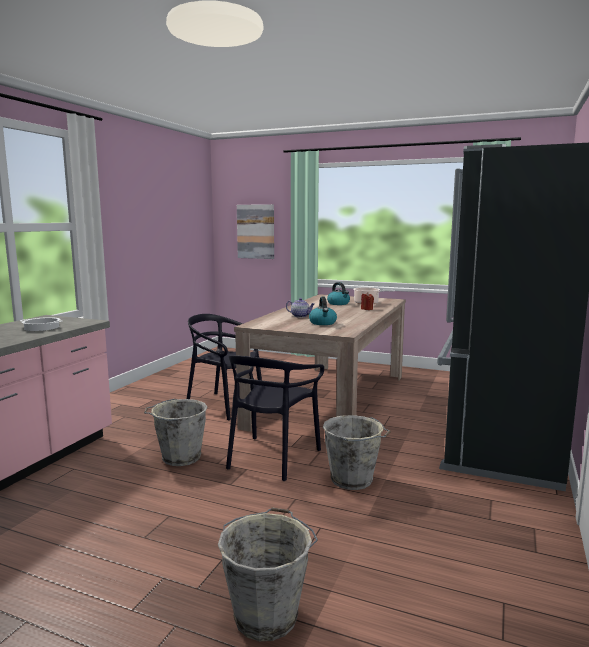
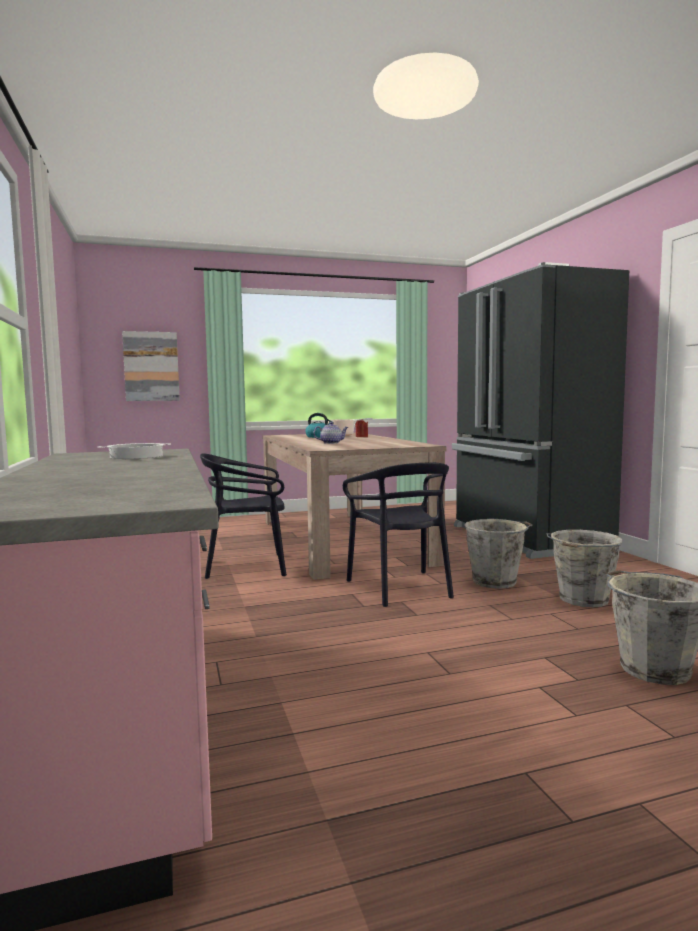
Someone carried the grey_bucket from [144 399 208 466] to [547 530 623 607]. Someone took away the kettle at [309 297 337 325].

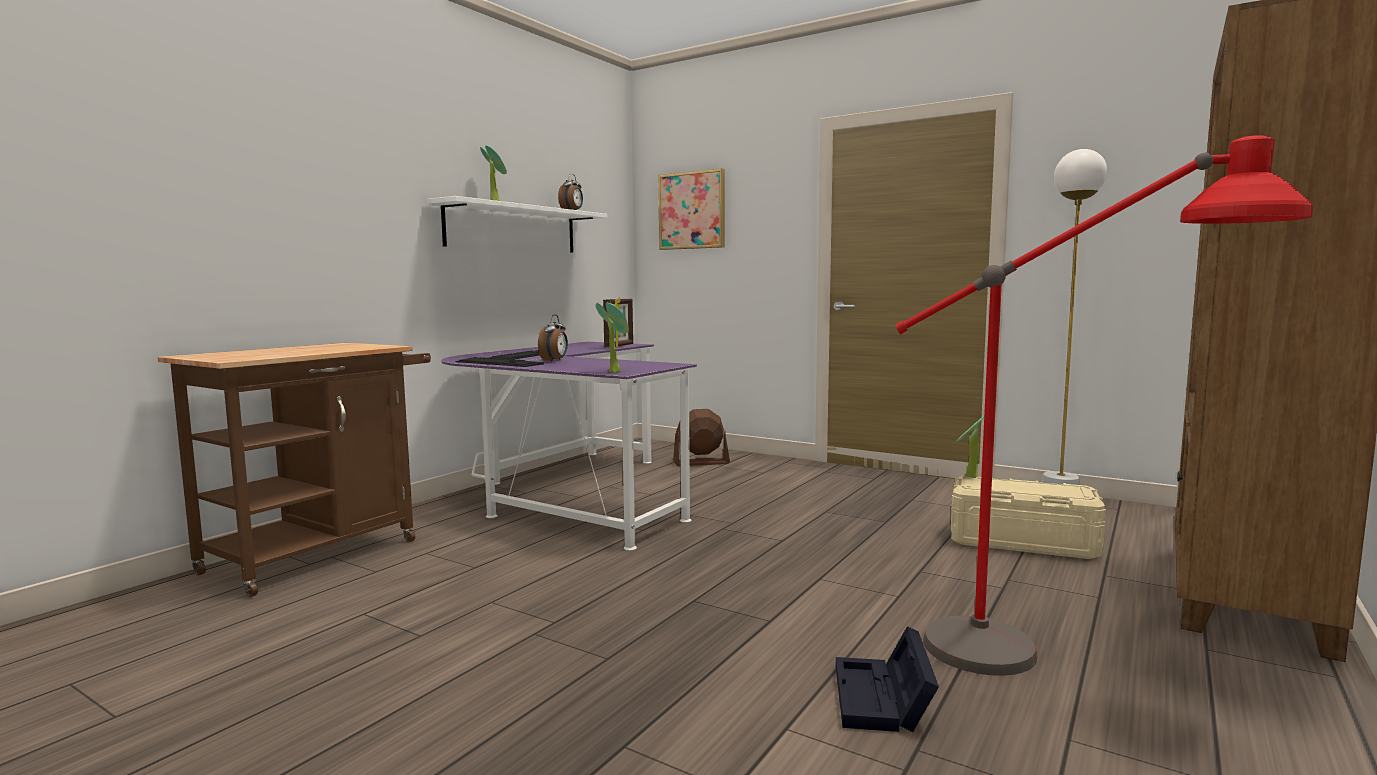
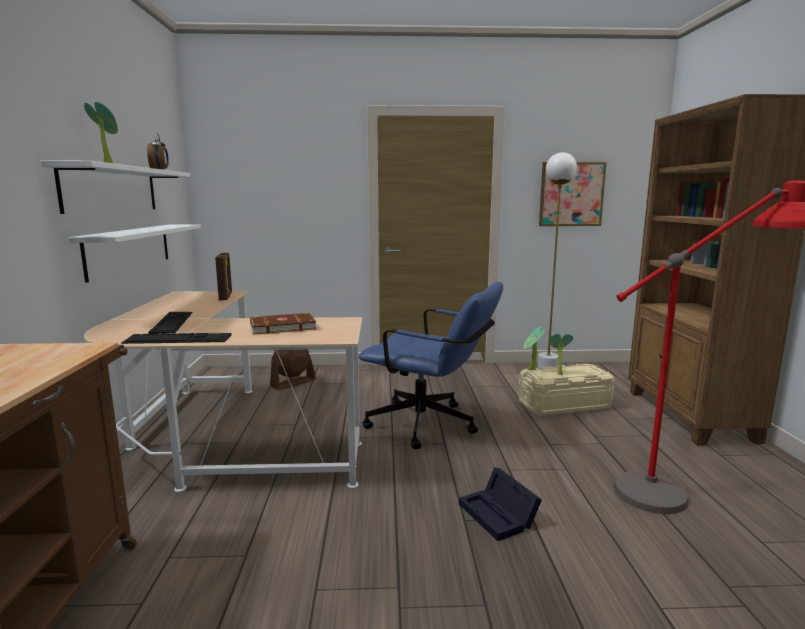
Someone put up the white_shelf at [68 224 201 283]. Someone repainted the purple_desk at [441 342 697 551], which became the beige_desk at [84 291 362 492]. Someone put down the brown_book at [250 313 316 335]. Someone put down the blue_office_chair at [359 282 503 449]. Someone carried the black_storage_box from [836 626 939 732] to [459 467 542 541]. Someone carried the picture from [658 168 725 250] to [539 162 607 226]. Someone carried the potted_plant from [596 303 629 373] to [549 334 573 375]. Someone took away the alarm_clock at [538 314 568 362].

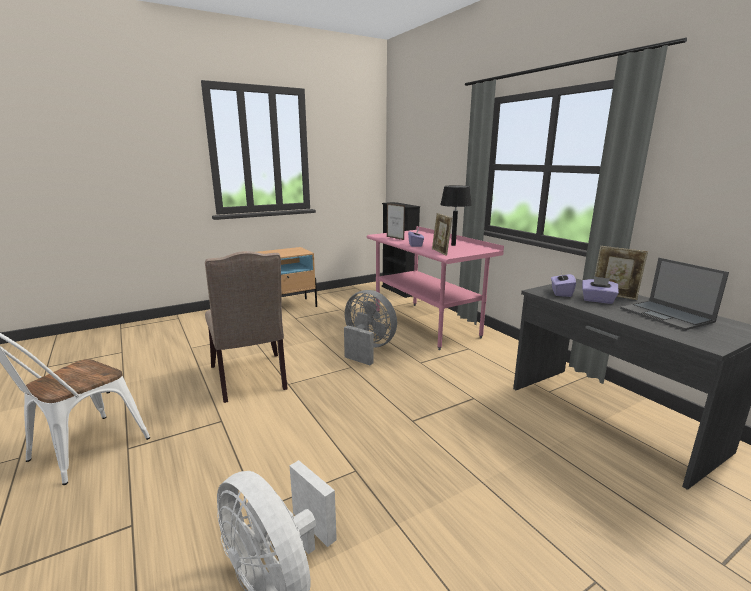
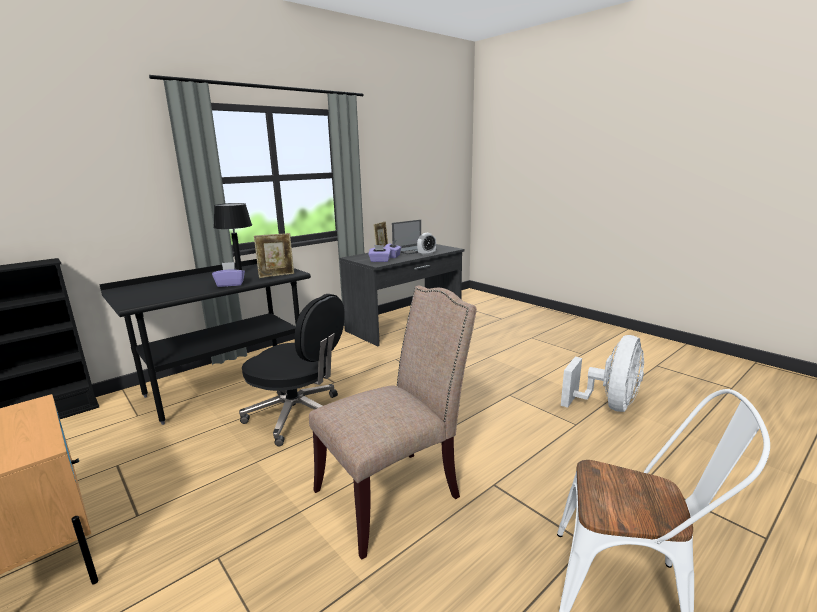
Someone repainted the pink_desk at [367 226 504 350], which became the black_desk at [99 259 311 425]. Someone swapped the grey_fan at [344 290 397 365] for the black_office_chair at [239 294 344 446]. Someone put down the alarm_clock at [417 233 436 255]. Someone took away the picture_frame at [387 203 405 240].

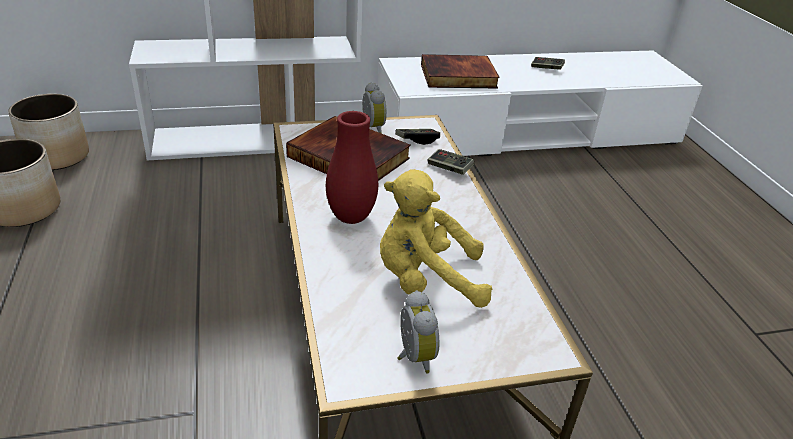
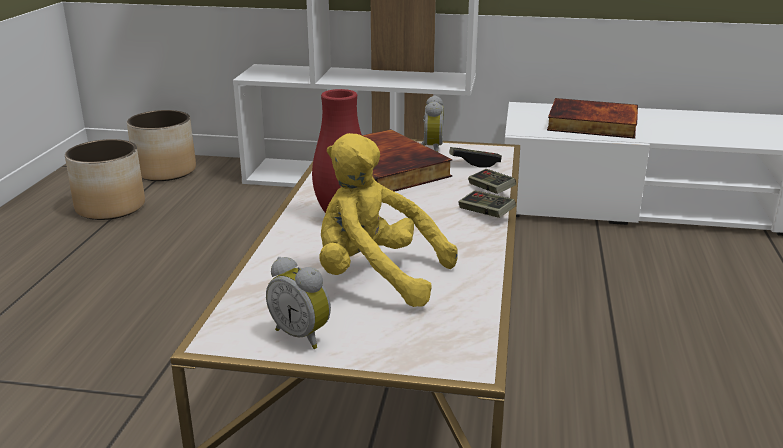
Someone rotated the alarm_clock at [397 290 440 374] by 120 degrees clockwise. Someone carried the game_controller from [531 57 565 70] to [458 190 516 218].

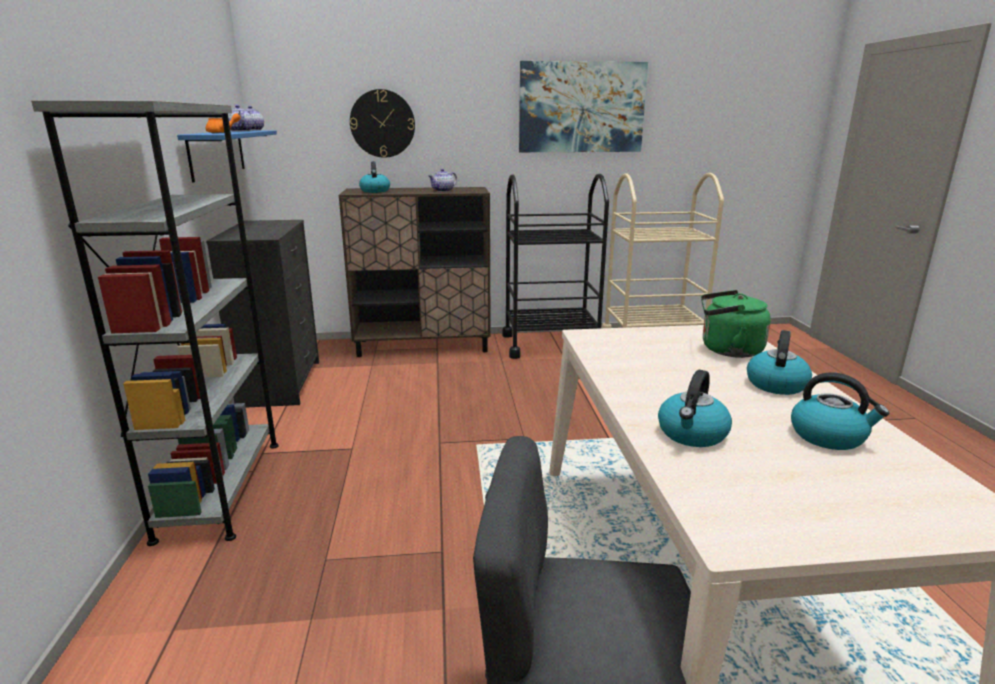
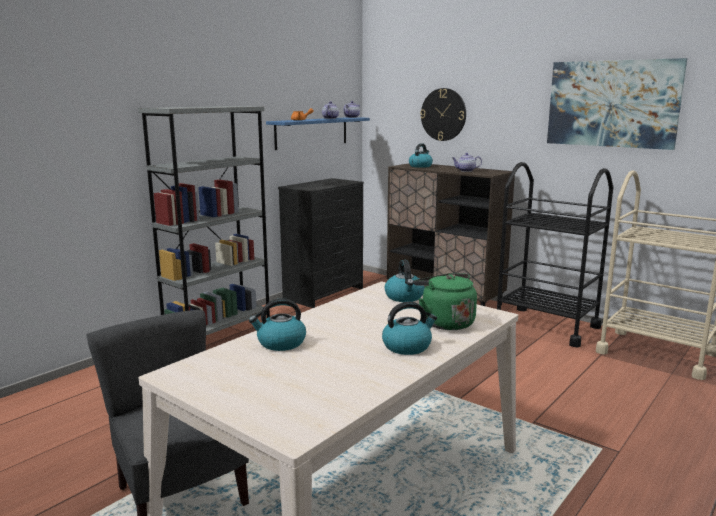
Someone carried the kettle from [791 372 889 450] to [385 260 425 302].

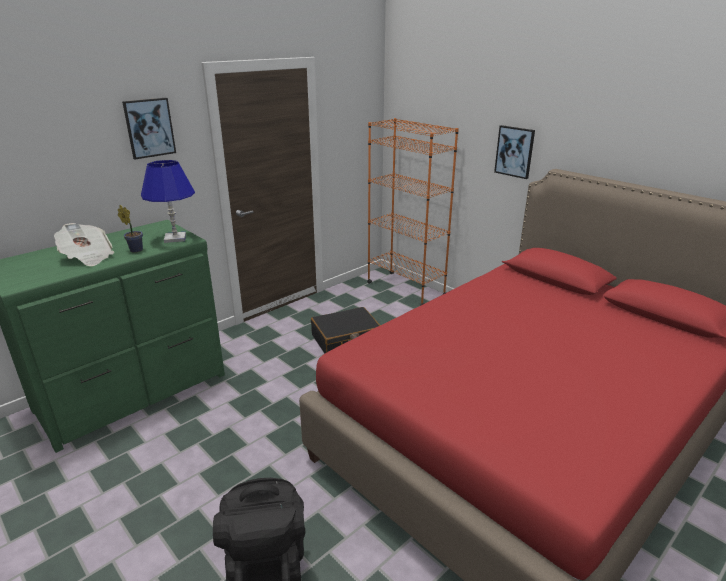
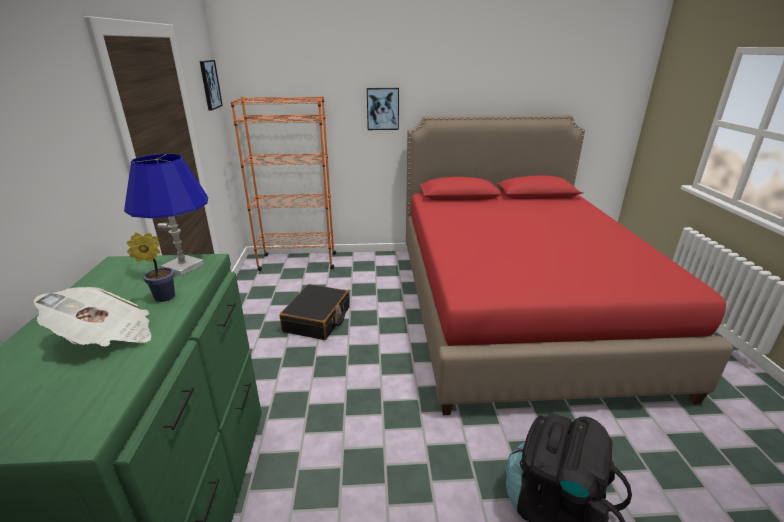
Someone carried the picture from [122 98 176 159] to [200 60 223 111].

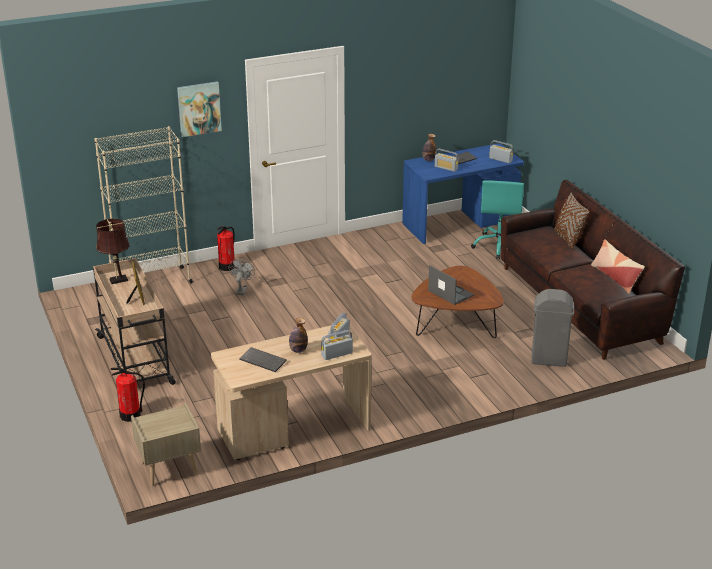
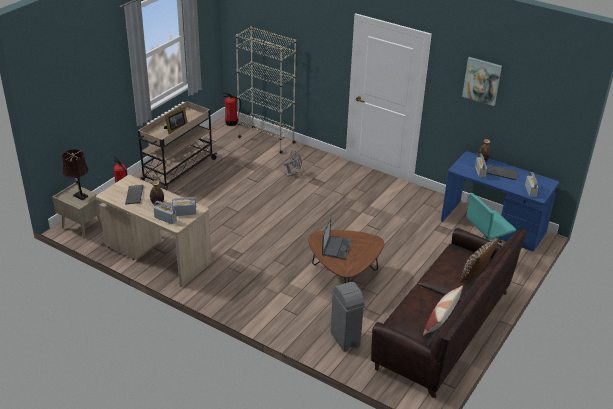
Someone carried the brown_table_lamp from [96 218 129 284] to [62 150 89 200]. Someone carried the fire_extinguisher from [217 226 235 271] to [223 93 241 126]. Someone carried the picture from [177 81 222 137] to [462 57 502 106].

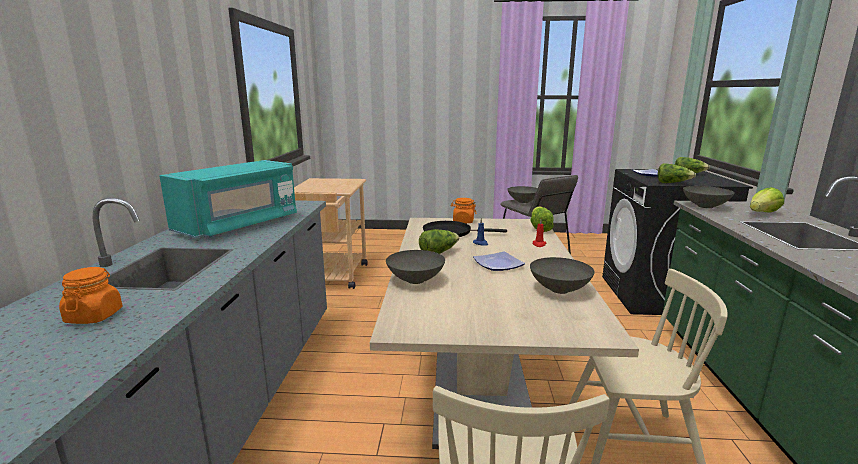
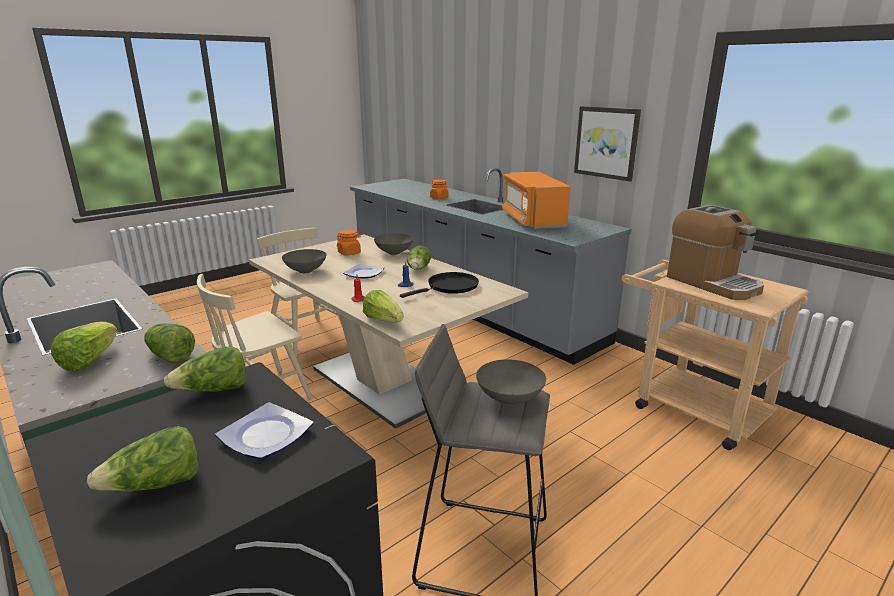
Someone swapped the grey_bowl at [683 186 735 208] for the lettuce at [144 323 195 363]. Someone carried the orange_jar from [451 198 476 223] to [337 230 361 256]. Someone repainted the turquoise_microwave at [159 160 297 238], which became the orange_microwave at [502 172 571 230]. Someone put up the picture at [574 106 641 182]. Someone put down the coffee_machine at [667 205 764 300].

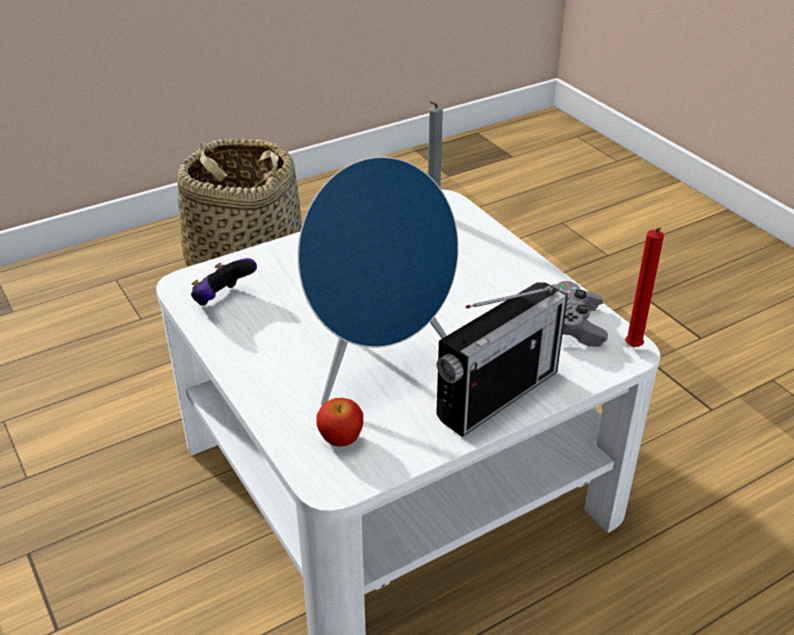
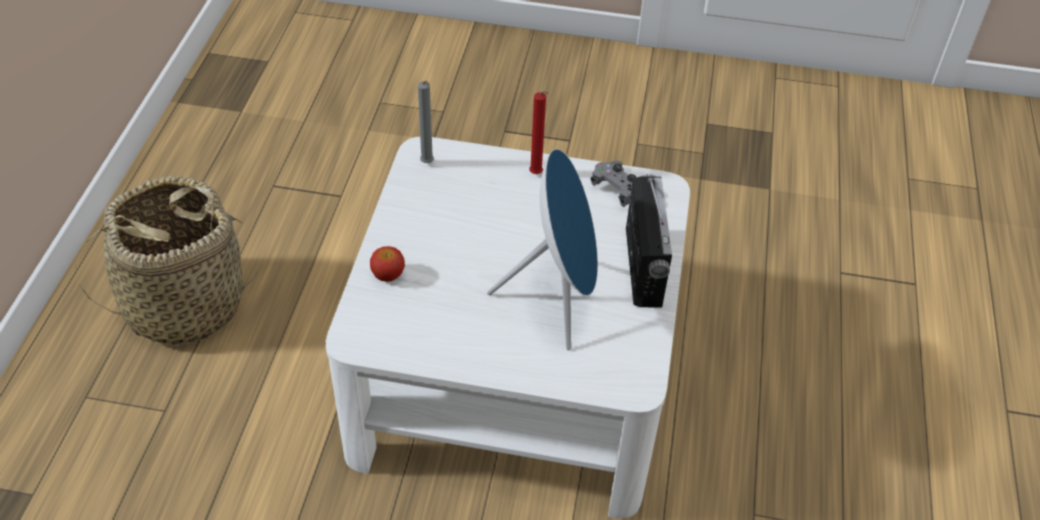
Someone carried the apple from [316 398 363 447] to [370 246 405 282]. Someone carried the red_candle from [625 228 664 347] to [529 91 548 174]. Someone took away the game_controller at [191 258 257 306].

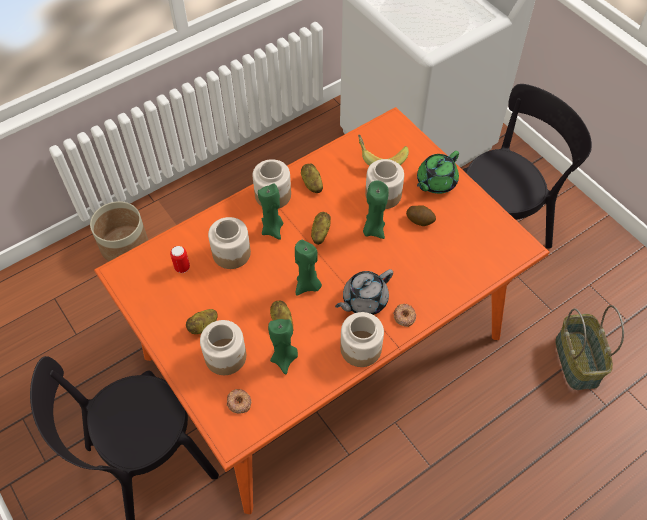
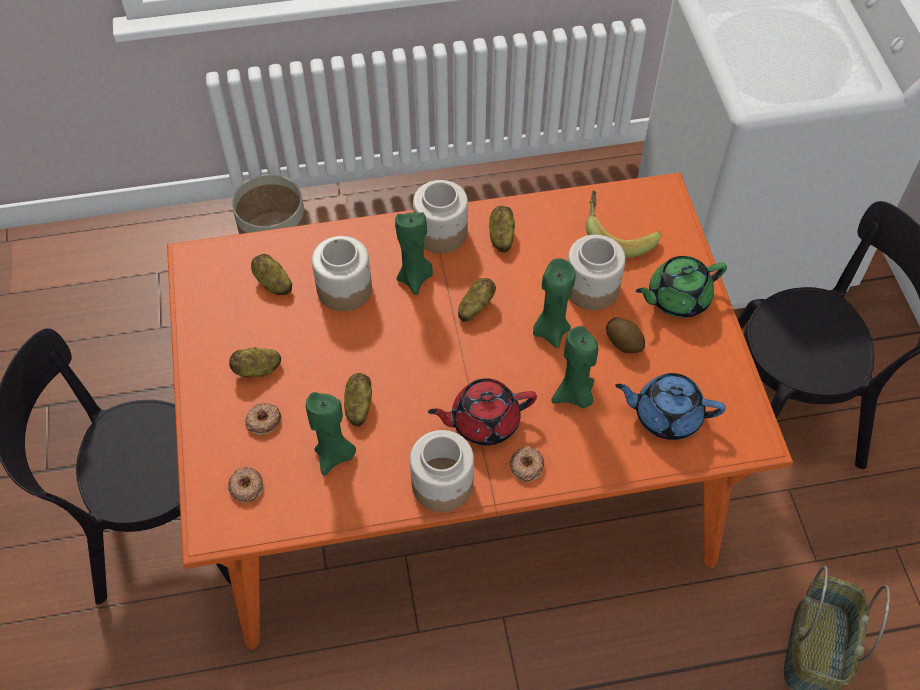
Someone swapped the jar at [200 320 246 375] for the donut at [245 403 282 435]. Someone swapped the can at [170 246 190 273] for the potato at [251 254 292 295]. Someone repainted the grey_teapot at [335 269 393 315], which became the red_teapot at [428 378 537 446]. Someone carried the green_candle from [295 240 322 296] to [551 326 598 408]. Someone put down the blue_teapot at [615 373 726 440].

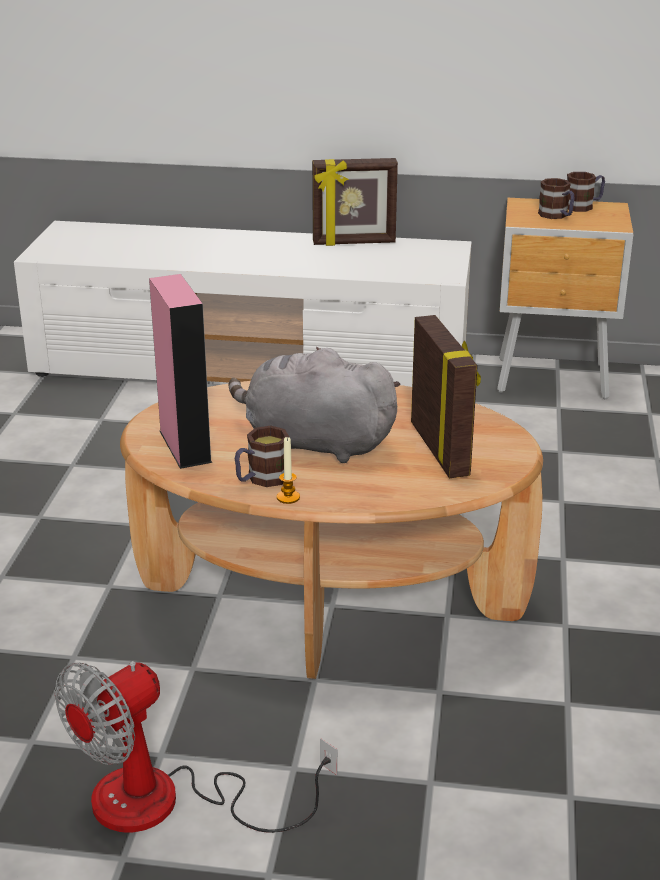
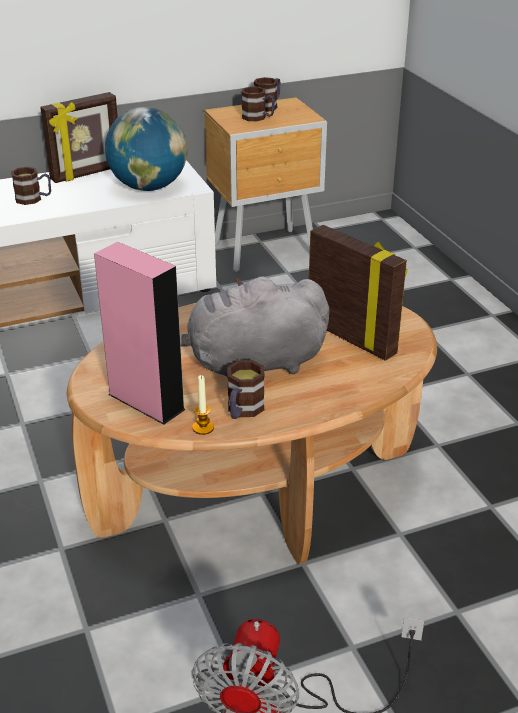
Someone put down the mug at [11 167 51 205]. Someone put down the globe at [105 107 188 191]. Someone carried the candle from [277 437 300 504] to [192 375 214 435].

